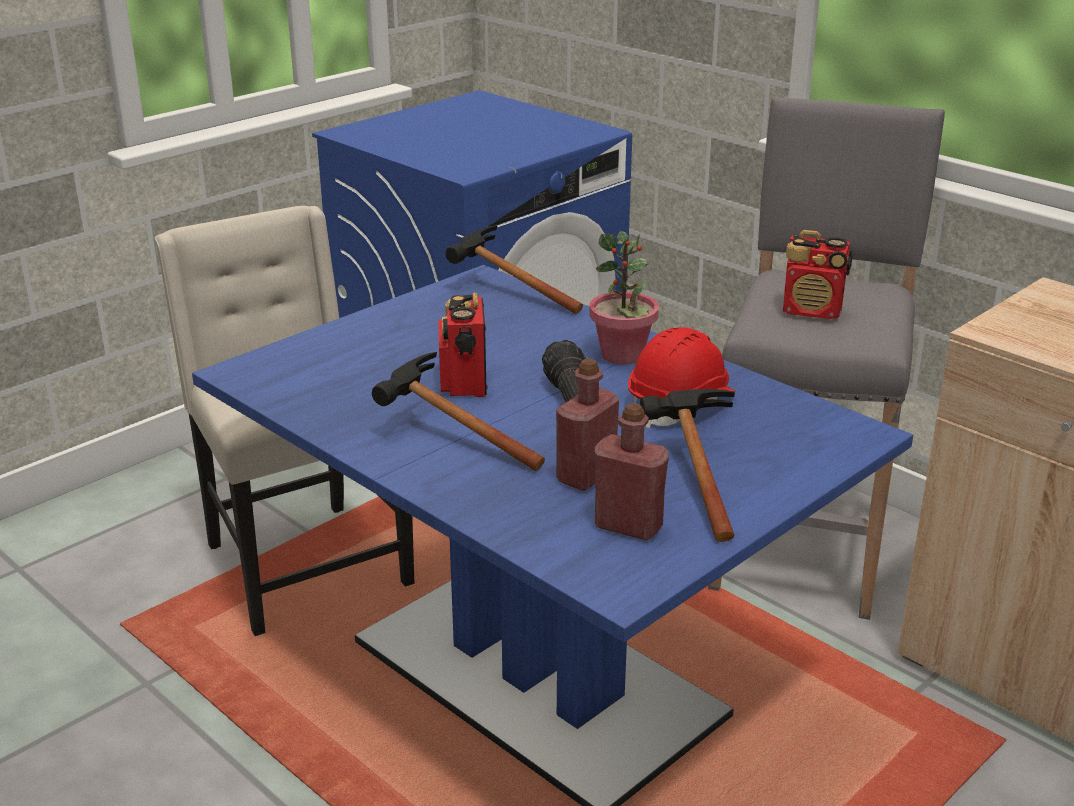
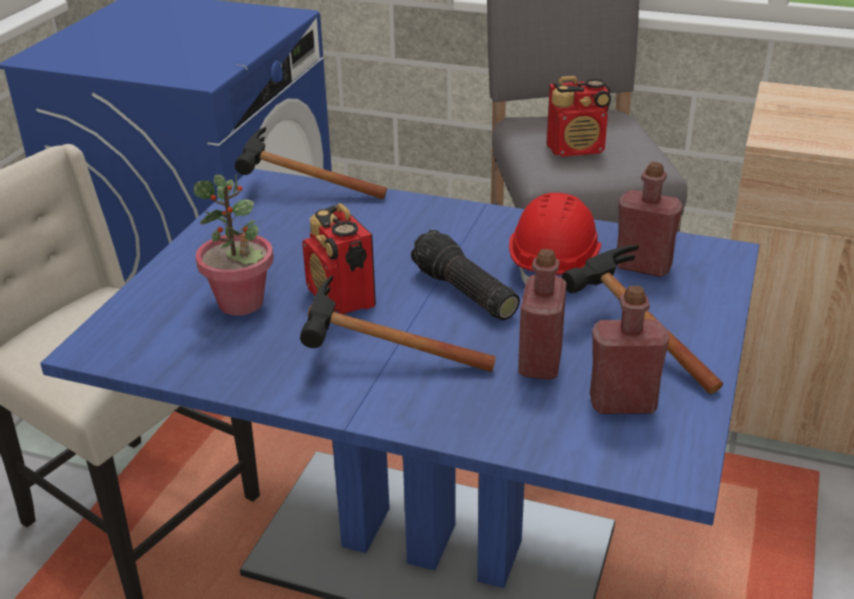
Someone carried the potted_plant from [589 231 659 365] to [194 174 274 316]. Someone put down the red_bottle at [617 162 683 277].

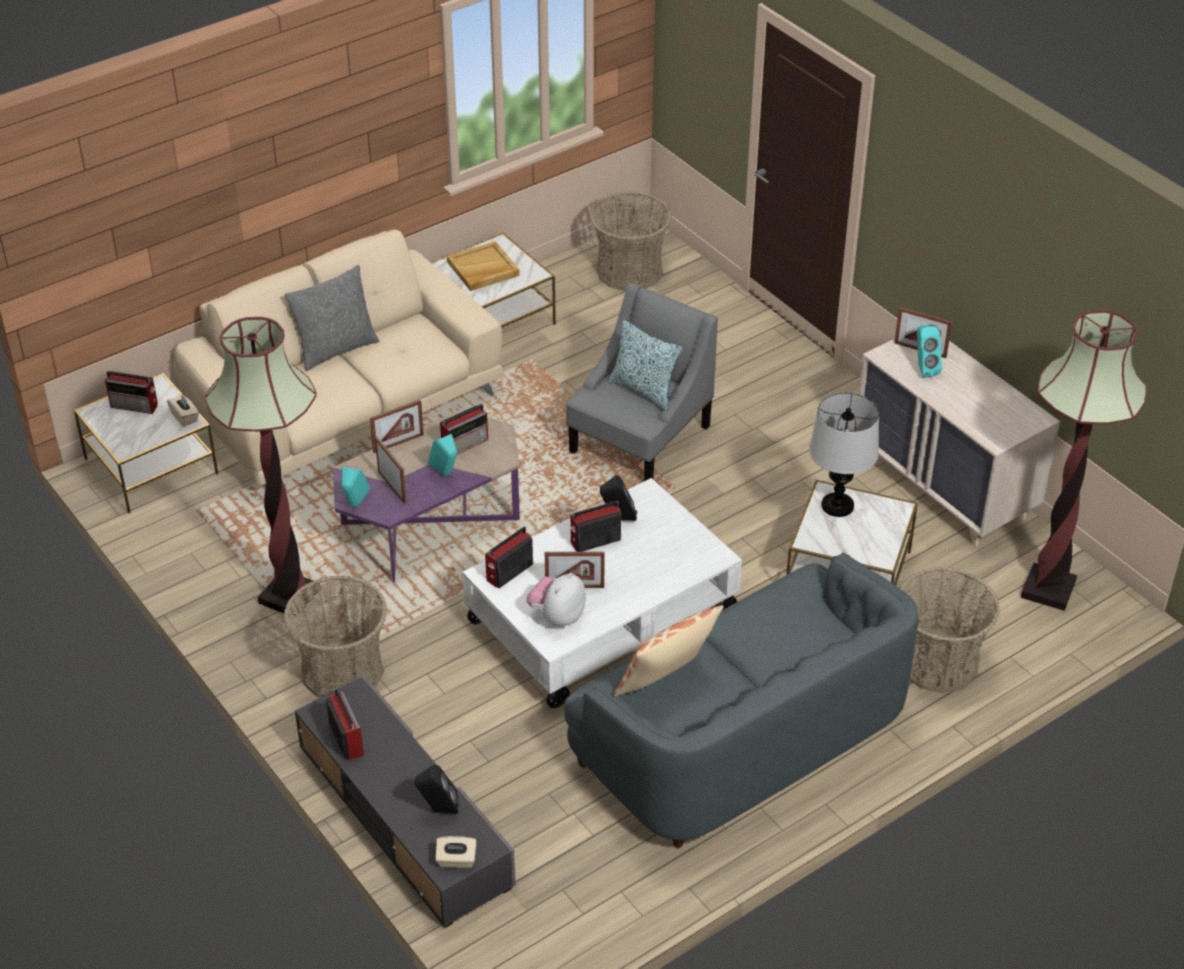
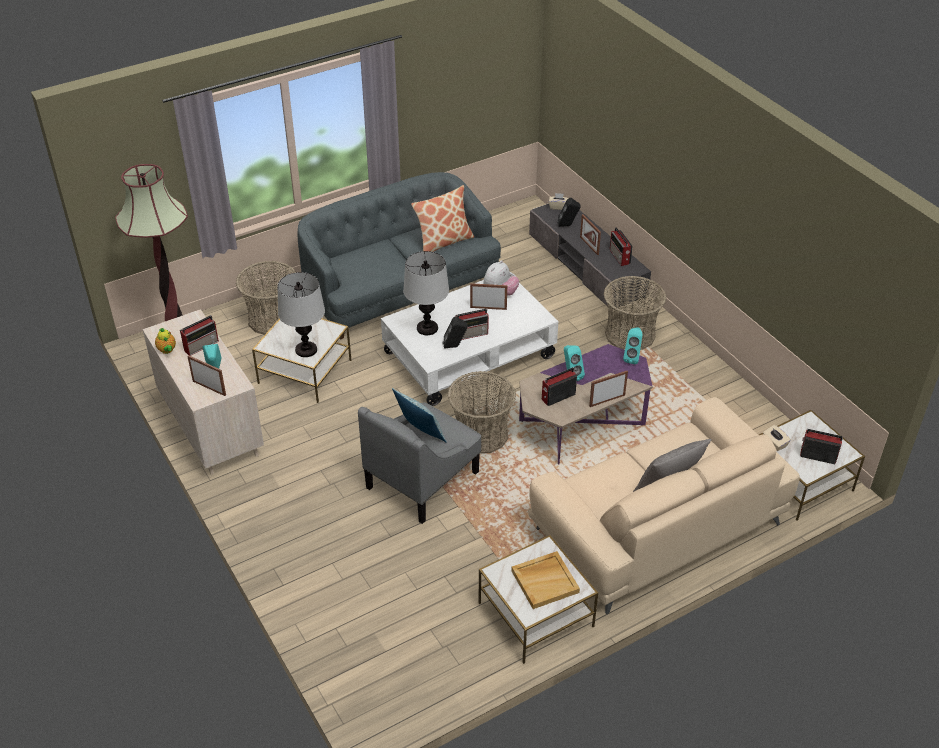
Someone put down the teapot at [155 328 176 354]. Someone carried the radio from [485 526 533 588] to [180 315 219 356]. Someone put down the table_lamp at [403 251 449 335]. Someone carried the basket from [589 192 672 291] to [447 371 516 454]. Someone carried the picture_frame from [375 437 407 504] to [580 214 601 255]. Someone took away the floor_lamp at [205 317 321 616].

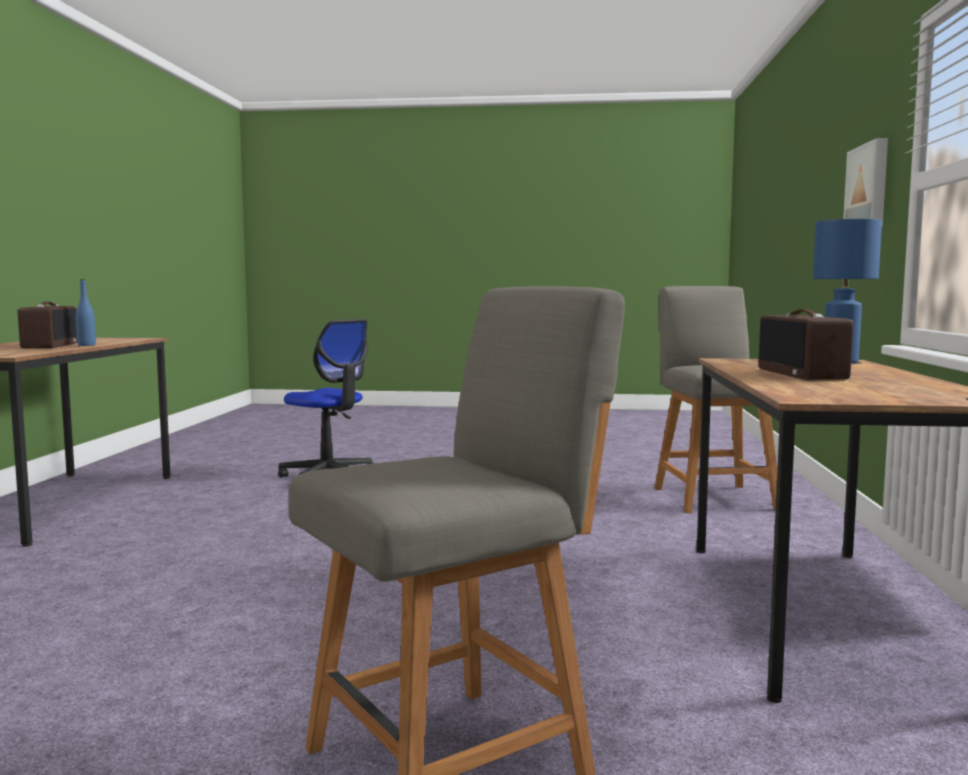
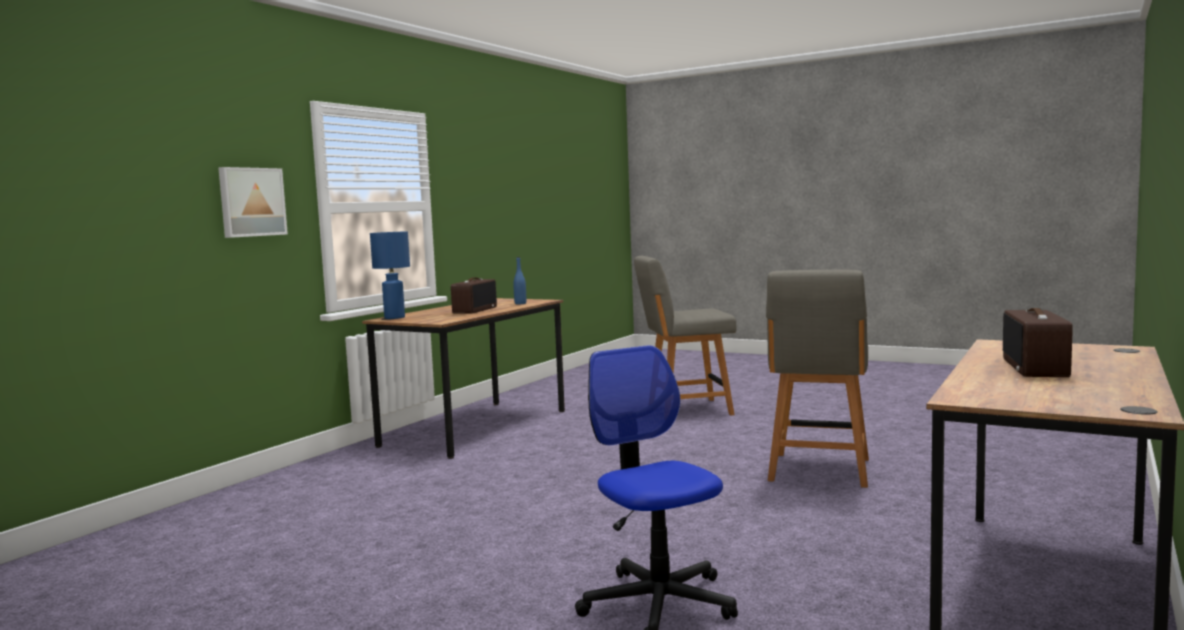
Someone carried the blue_bottle from [76 279 96 346] to [513 257 526 304]. Someone carried the grey_chair from [654 286 777 513] to [766 270 869 488].

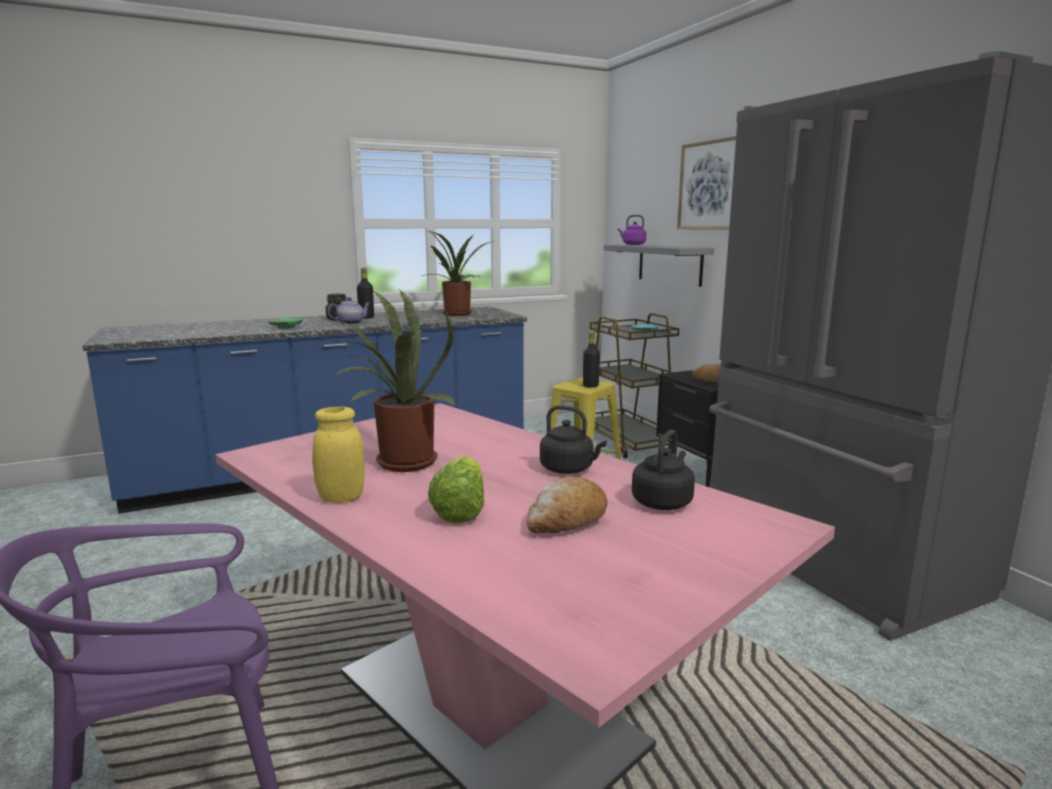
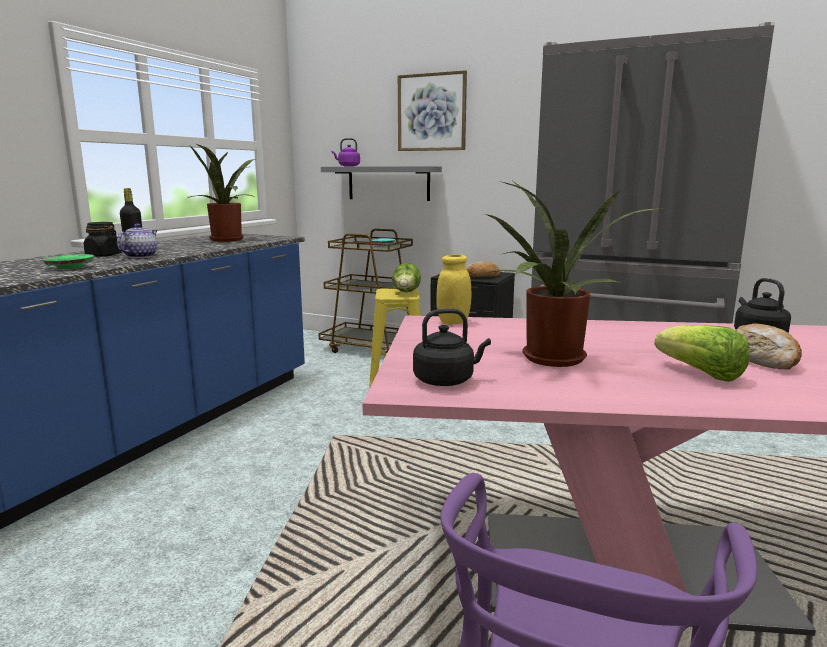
Someone swapped the black_bottle at [583 332 600 388] for the lettuce at [392 263 421 292]. Someone carried the black_kettle from [540 405 607 474] to [413 309 491 386]. Someone carried the yellow_jar from [312 407 365 503] to [436 254 472 325].

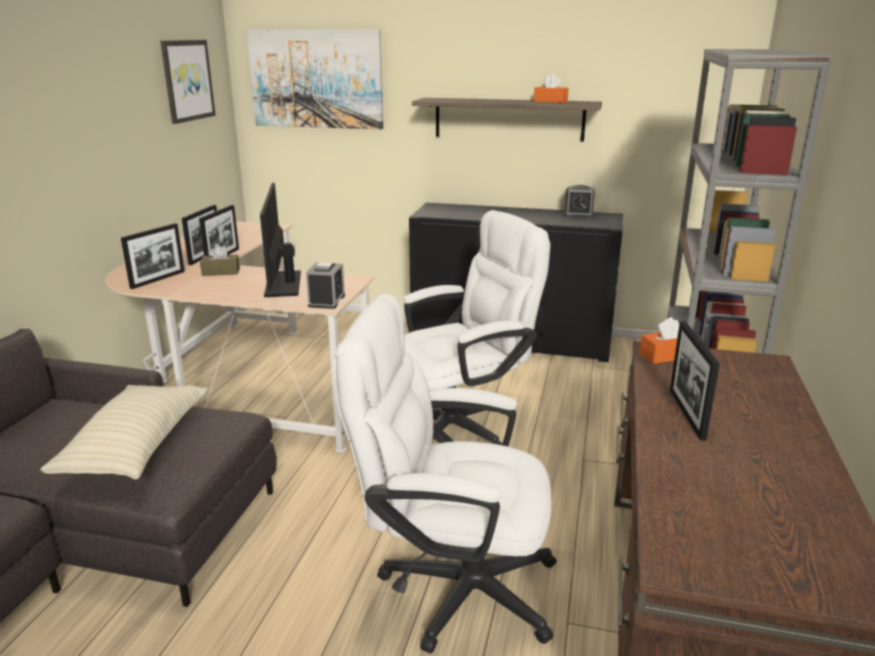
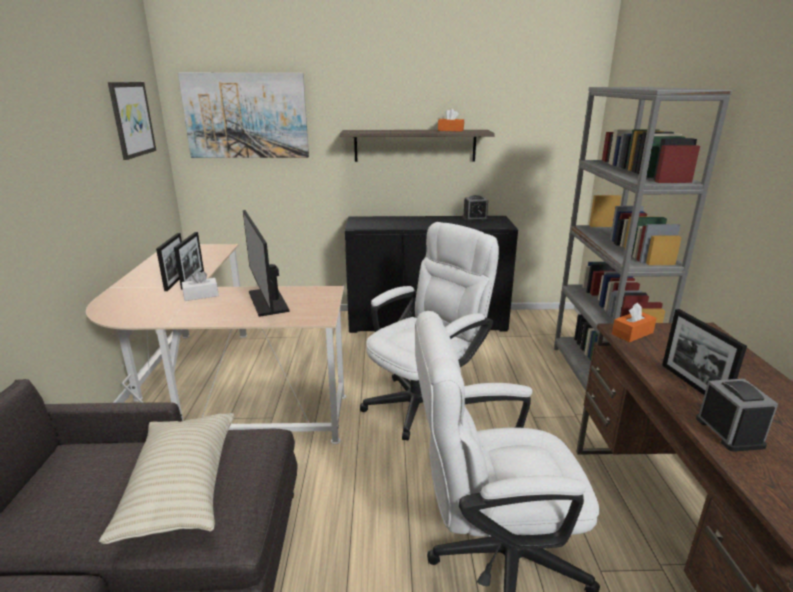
Someone repainted the brown_tissue_box at [200 244 240 276], which became the white_tissue_box at [182 270 219 301]. Someone carried the alarm_clock from [306 262 345 309] to [696 379 778 452]. Someone took away the picture_frame at [121 223 185 289].

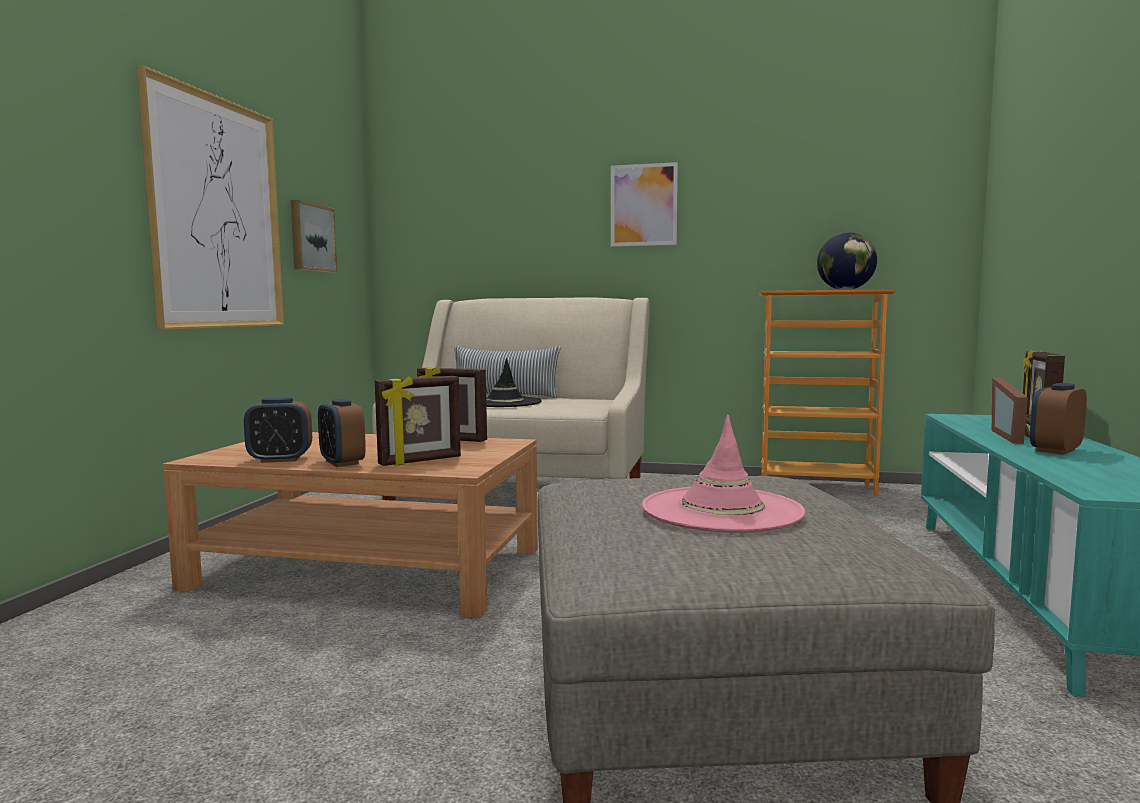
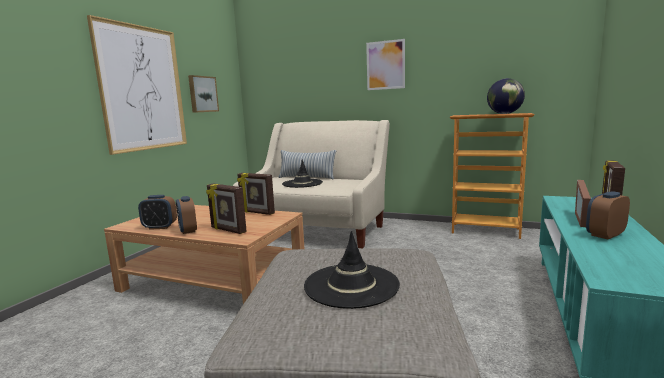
Someone rotated the picture_frame at [375 376 461 466] by 60 degrees clockwise. Someone repainted the pink_hat at [642 415 805 533], which became the black_hat at [304 231 400 309].

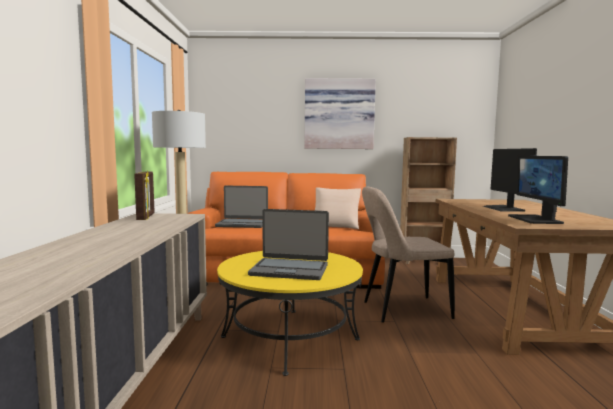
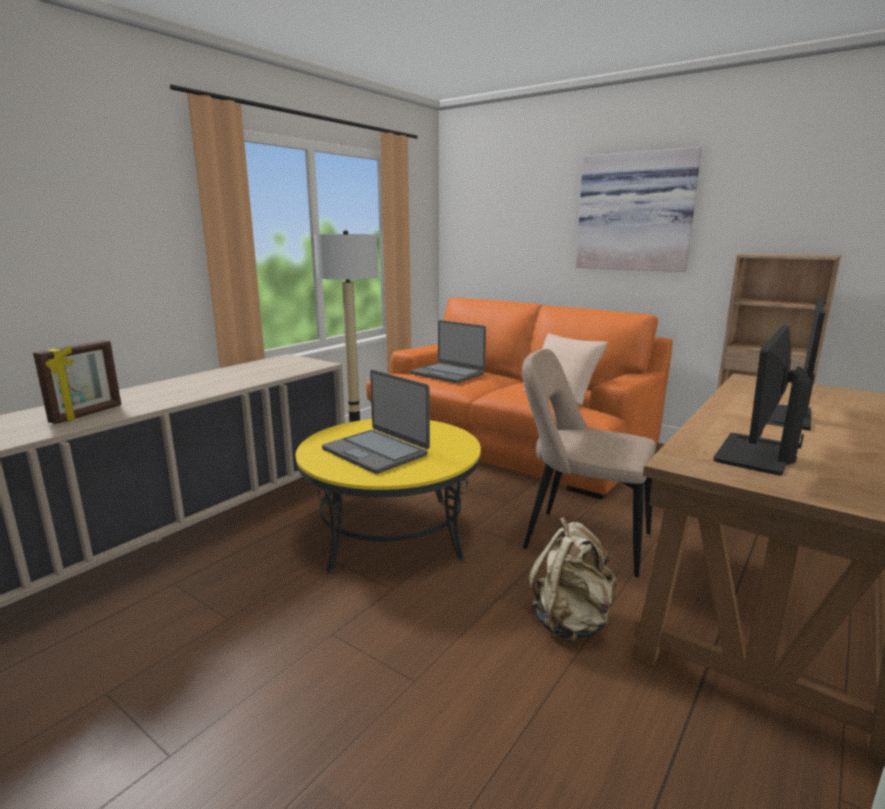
Someone carried the picture_frame from [134 171 155 220] to [33 340 121 424]. Someone put down the beige_backpack at [529 517 617 642].

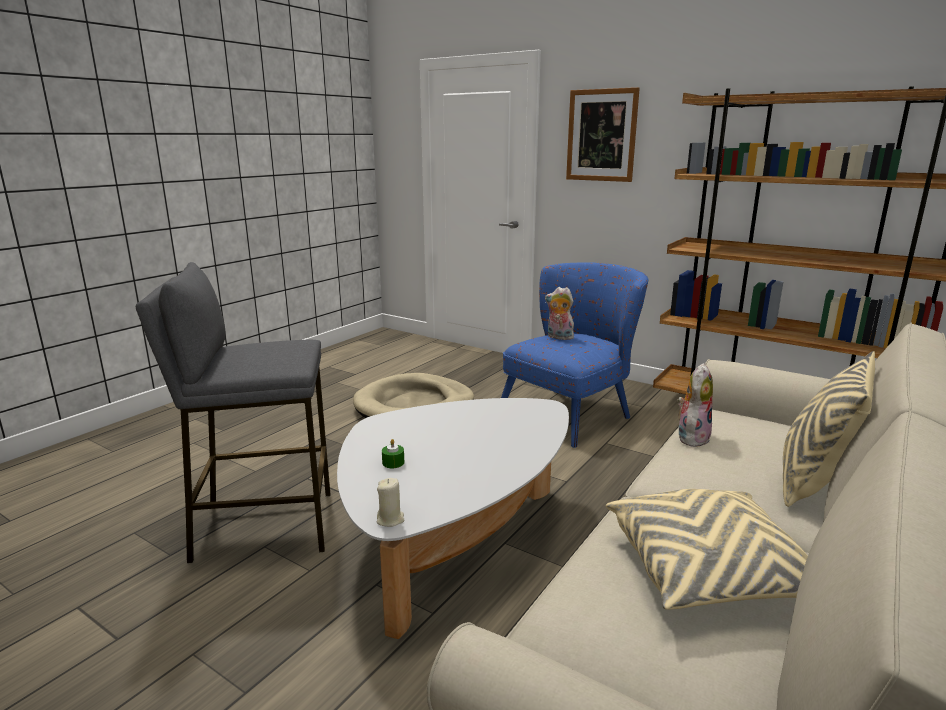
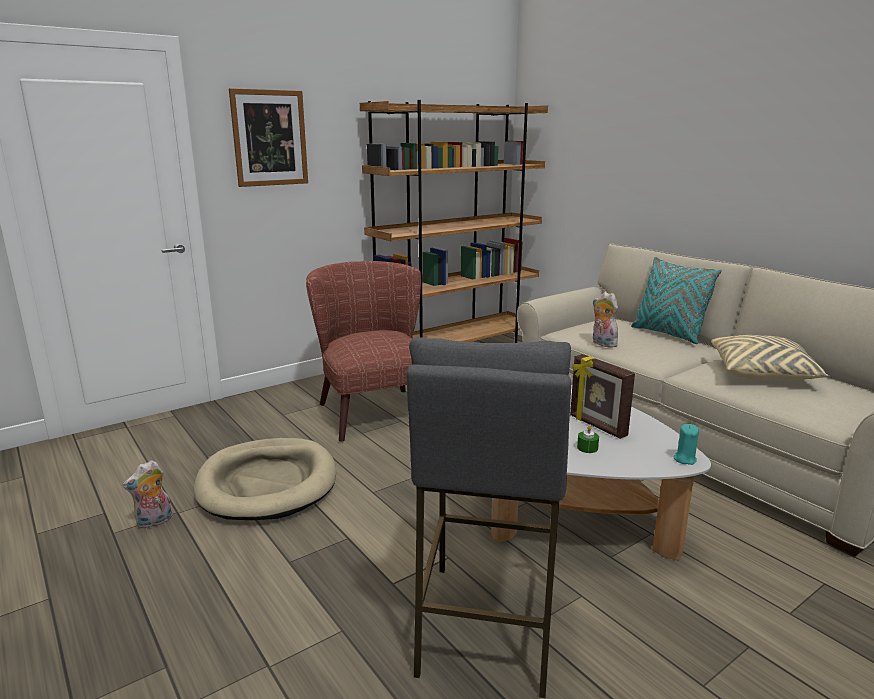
Someone carried the plush_toy from [545 287 574 340] to [122 460 172 529]. Someone repainted the blue_armchair at [501 262 649 448], which became the brown_armchair at [306 261 421 442]. Someone put down the picture_frame at [570 354 635 439]. Someone repainted the beige_pillow at [783 351 875 507], which became the turquoise_pillow at [631 257 722 344]. Someone repainted the beige_candle at [377 478 404 527], which became the turquoise_candle at [674 424 699 465].

